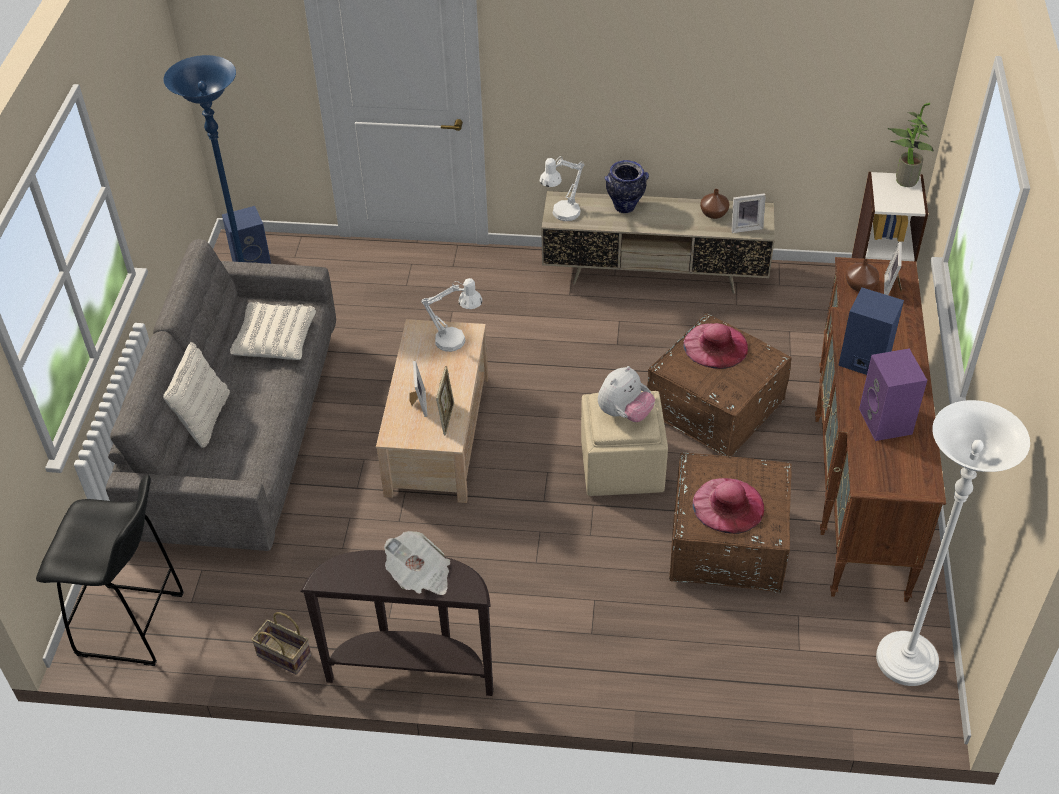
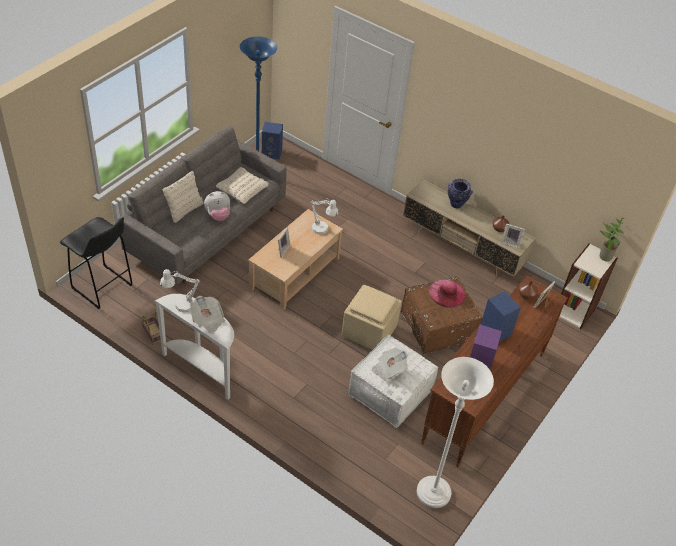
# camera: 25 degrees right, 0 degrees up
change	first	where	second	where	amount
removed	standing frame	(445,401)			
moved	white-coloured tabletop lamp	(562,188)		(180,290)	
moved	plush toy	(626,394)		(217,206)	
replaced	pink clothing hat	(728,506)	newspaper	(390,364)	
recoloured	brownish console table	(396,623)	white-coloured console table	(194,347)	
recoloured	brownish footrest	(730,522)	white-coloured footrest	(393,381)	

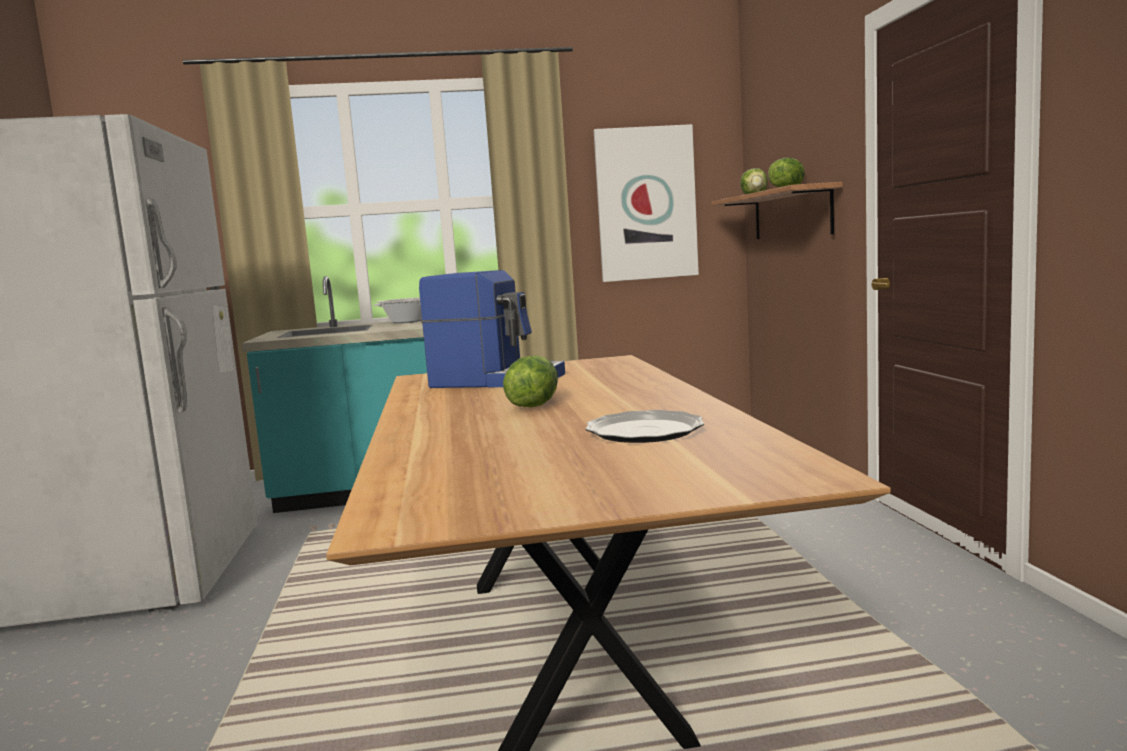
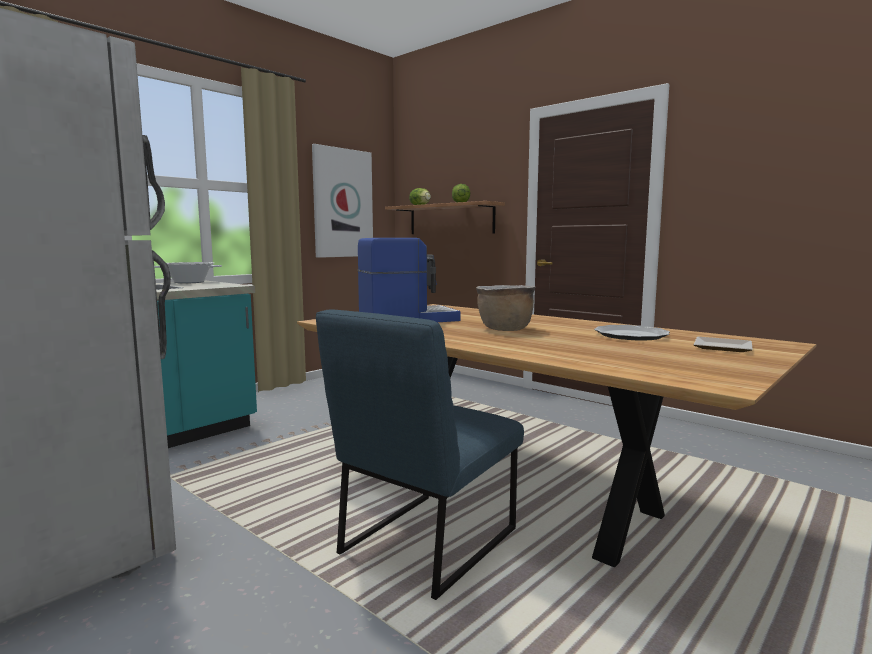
# camera: 40 degrees left, 0 degrees up
change	first	where	second	where	amount
added			blue-coloured plain chair	(420,455)	
added			flat dish	(723,344)	
replaced	head of lettuce	(530,381)	brownish saucepot	(505,308)	

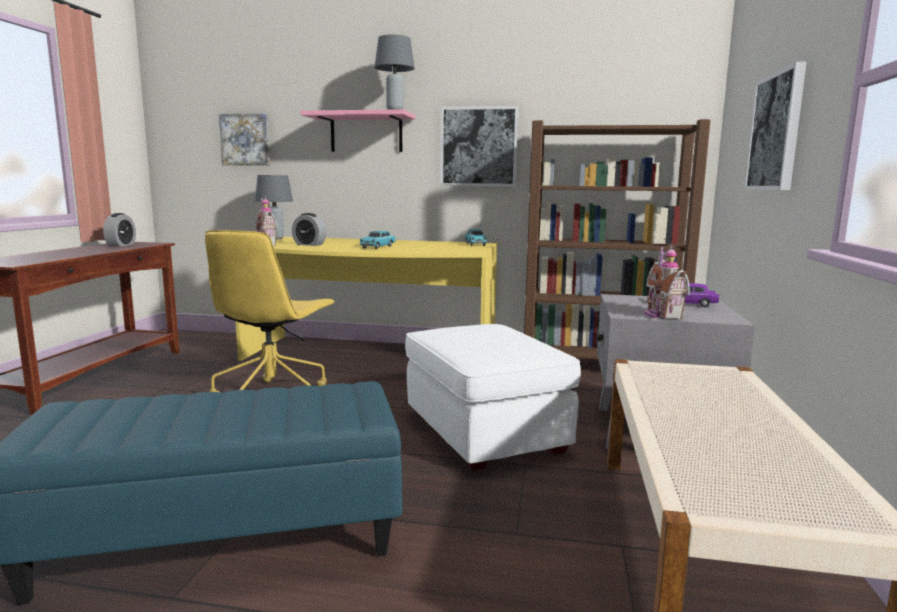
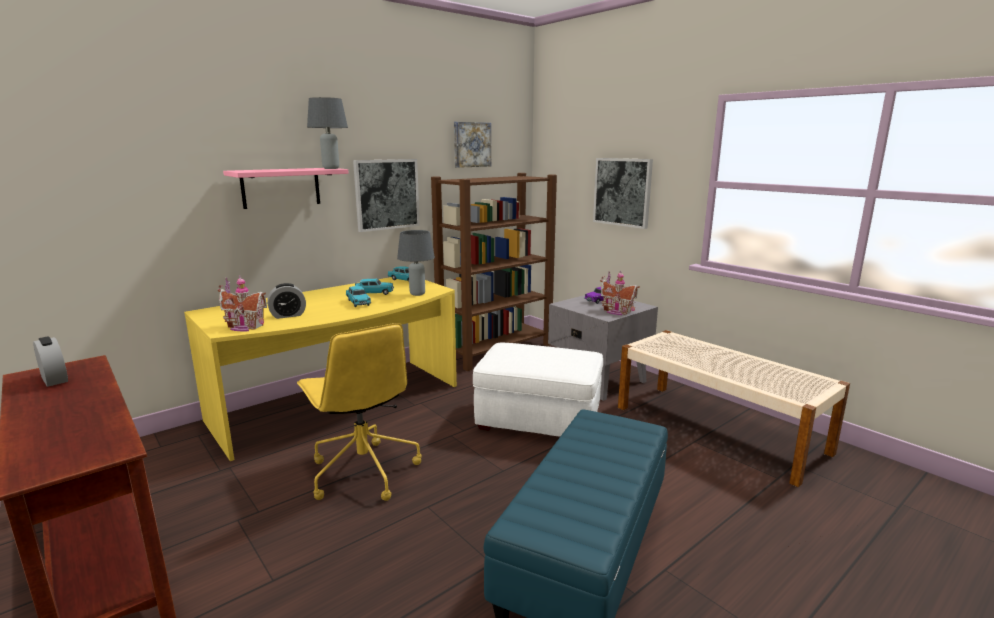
# camera: 50 degrees left, 5 degrees up
change	first	where	second	where	amount
added			blue-green toy car	(374,287)	
moved	wall picture	(244,140)		(472,145)	
moved	greyish tabletop lamp	(274,207)		(416,263)	

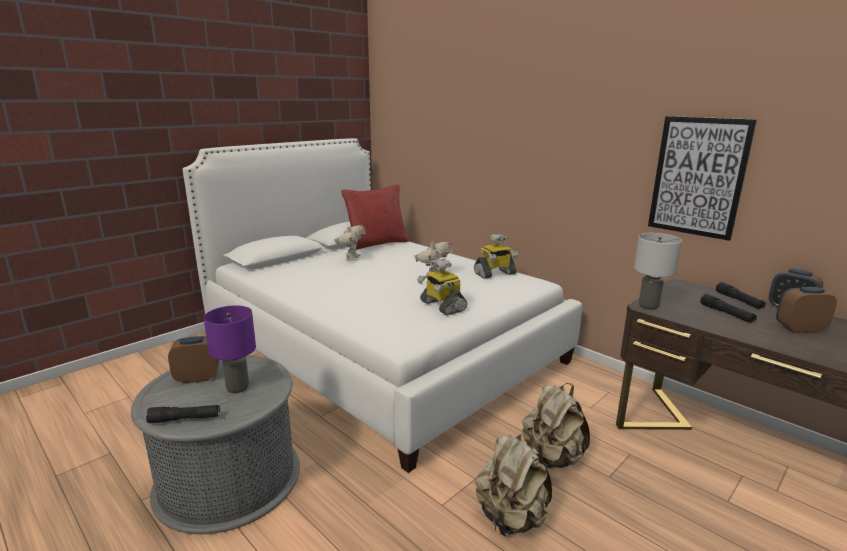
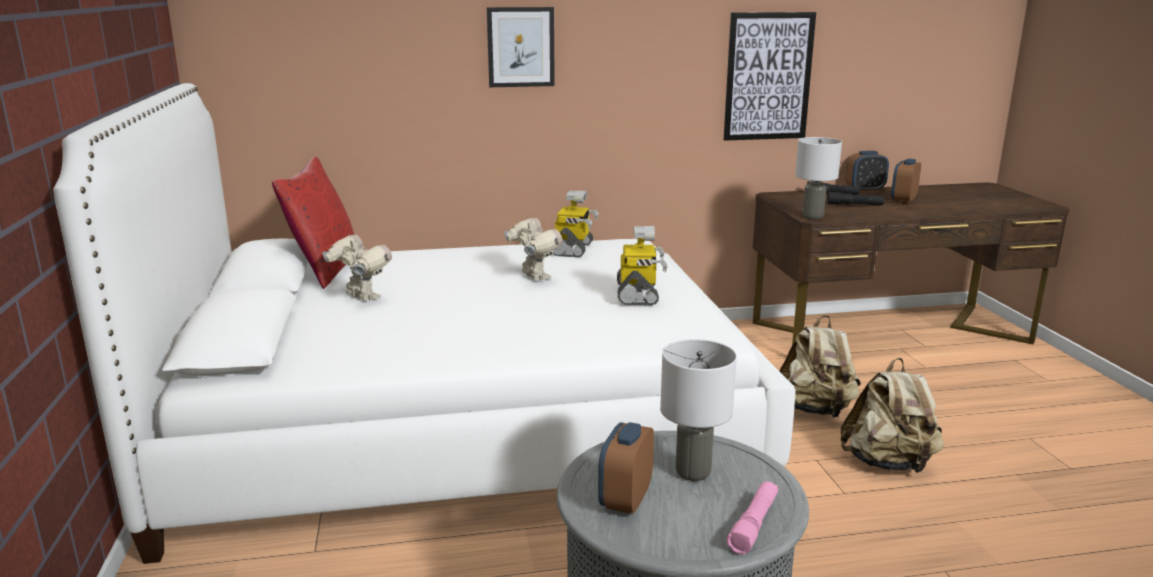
# camera: 55 degrees left, 0 degrees up
change	first	where	second	where	amount
added			wall picture	(521,47)	
recoloured	blackish hand torch	(183,414)	pink hand torch	(752,518)	
recoloured	purplish tabletop lamp	(230,349)	white-coloured tabletop lamp	(698,410)	
turned	model robot	(442,287)		(642,265)	90 degrees counterclockwise

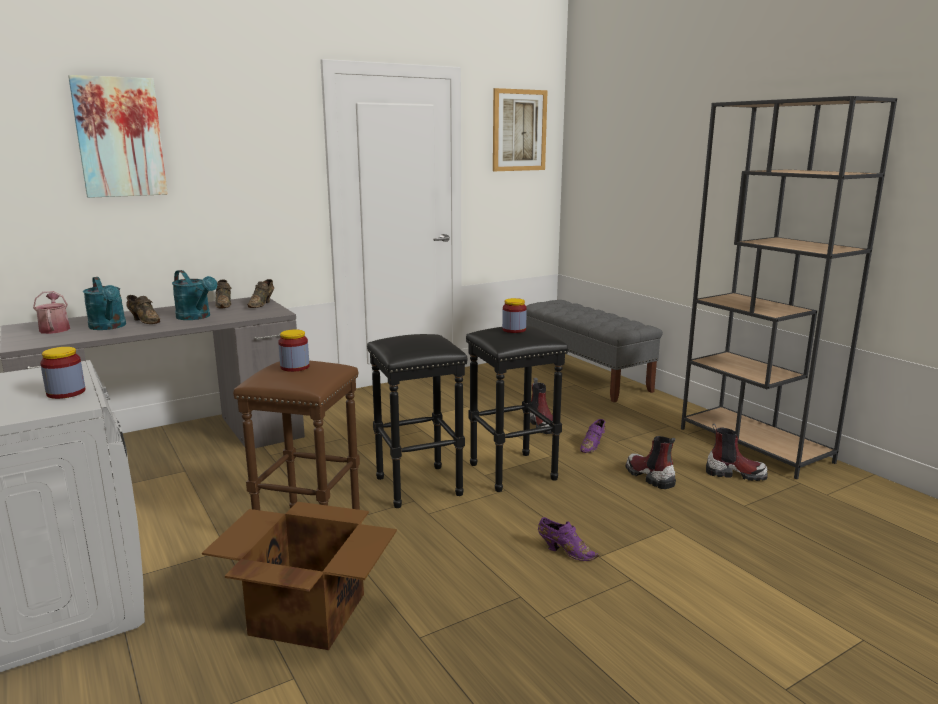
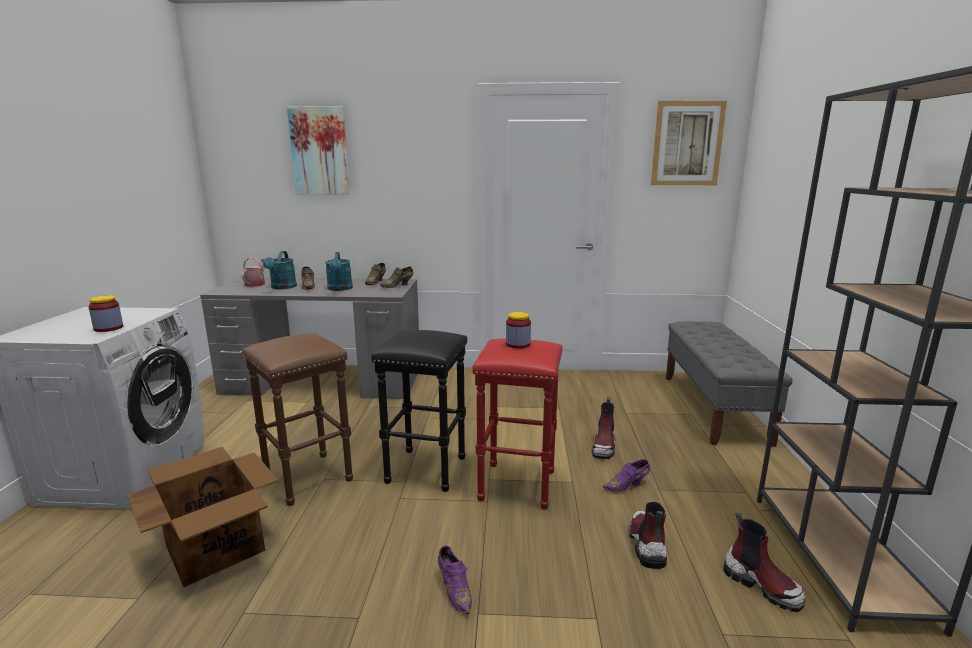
# camera: 35 degrees right, 0 degrees up
change	first	where	second	where	amount
removed	preserve jar	(293,350)			
recoloured	blackish stool	(517,409)	red stool	(517,424)	

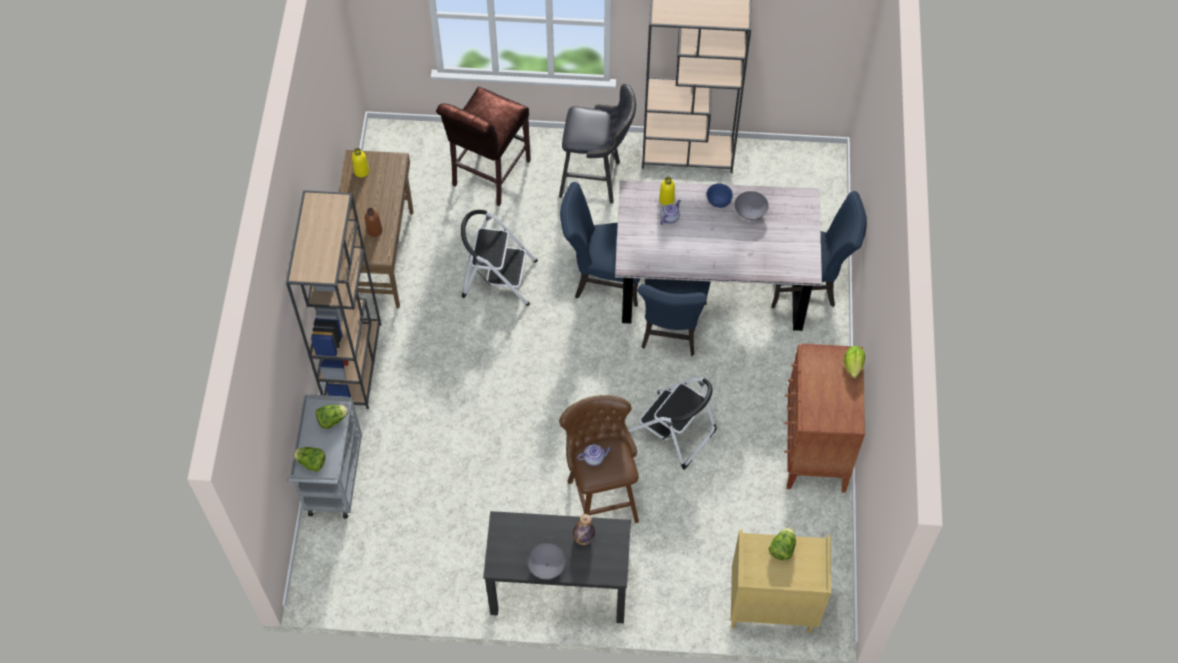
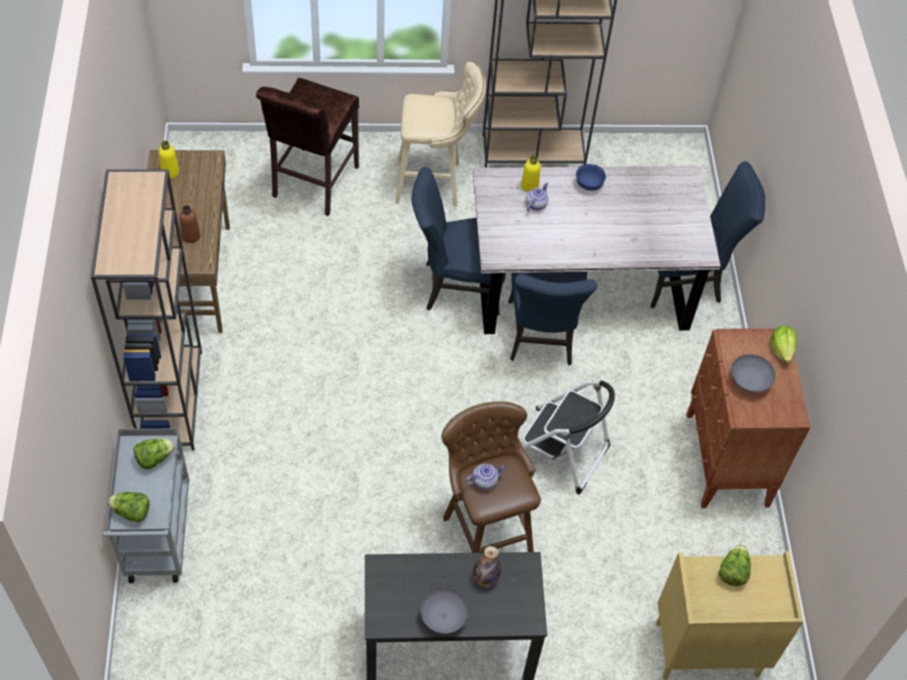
# camera: 10 degrees left, 5 degrees down
change	first	where	second	where	amount
removed	step stool	(499,258)			
moved	greyish serving bowl	(751,205)		(753,373)	
recoloured	blackish stool	(597,144)	beige-coloured stool	(440,134)	

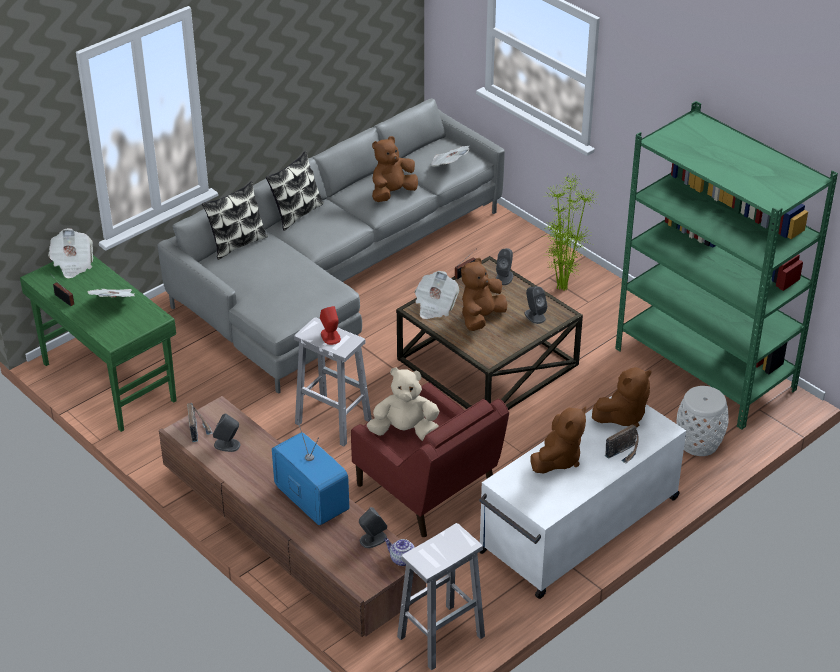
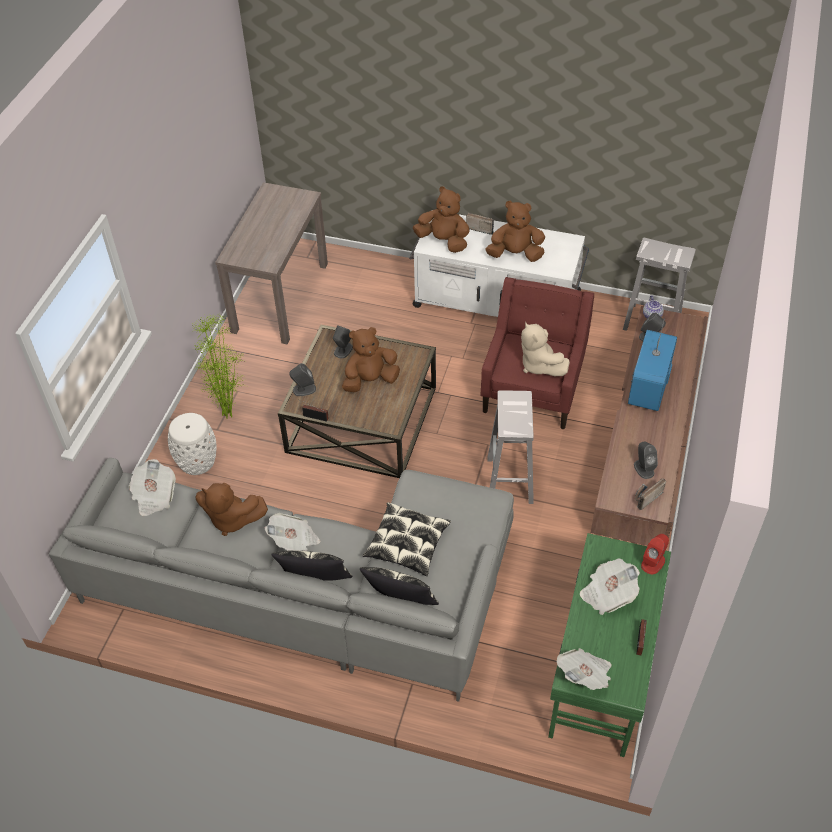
# camera: 120 degrees left, 10 degrees up
change	first	where	second	where	amount
added			cushion	(407,539)	
moved	red loudspeaker	(330,325)		(655,554)	
moved	newspaper	(437,295)		(292,532)	
moved	white-coloured stool	(702,421)		(192,444)	
replaced	green bookshelf	(726,265)	brownish console table	(271,263)	
turned	brownish plush toy	(484,294)		(371,359)	150 degrees clockwise

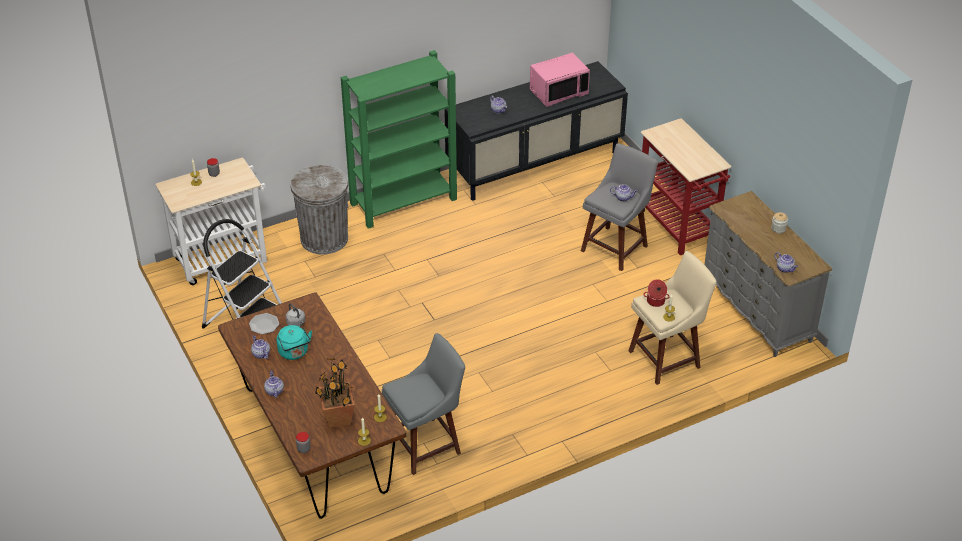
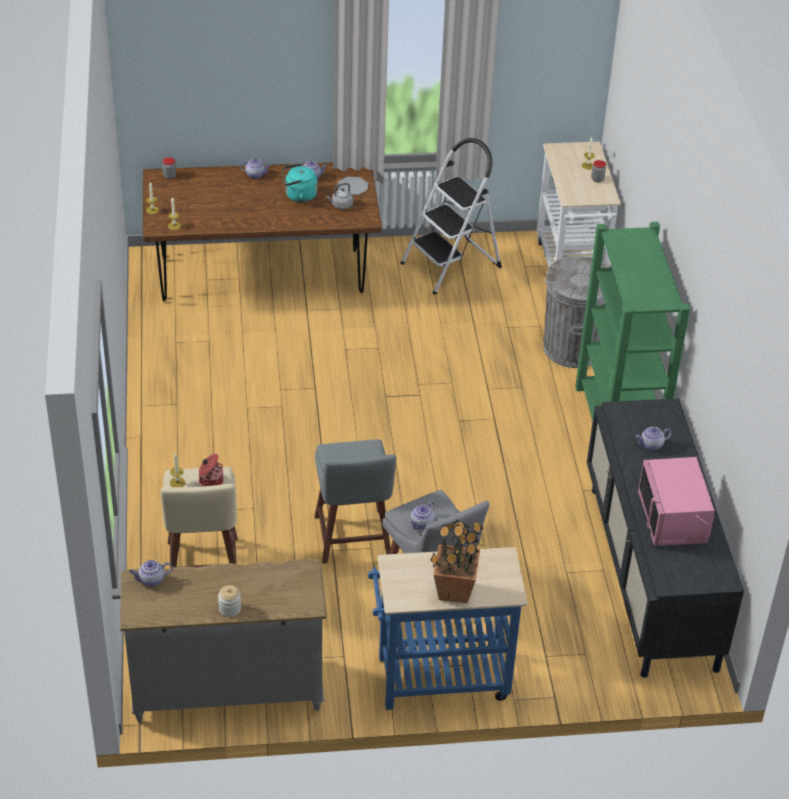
# camera: 110 degrees right, 0 degrees up
change	first	where	second	where	amount
moved	potted plant	(335,393)		(456,561)	
moved	greyish stool	(423,404)		(355,501)	
recoloured	red trolley	(686,186)	blue-coloured trolley	(448,628)	

